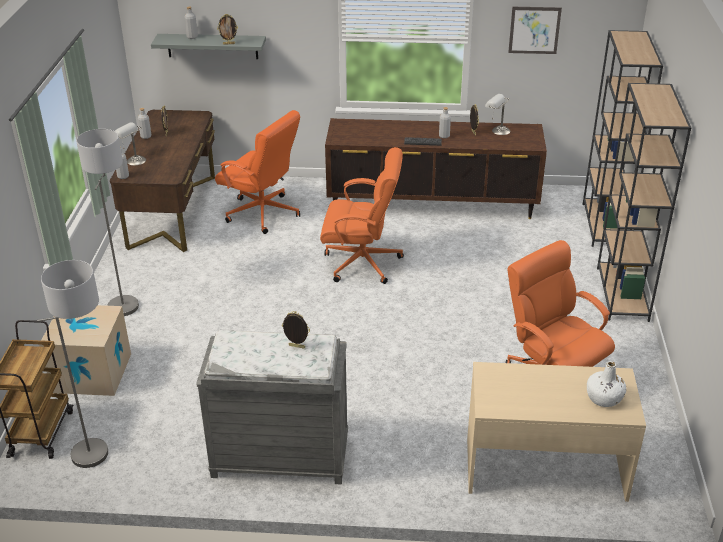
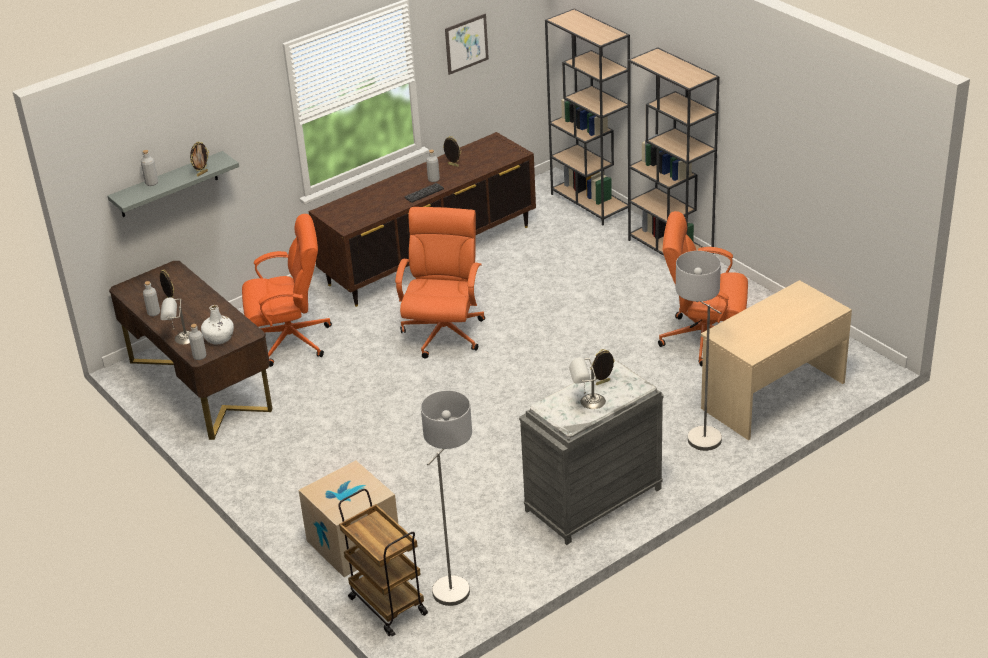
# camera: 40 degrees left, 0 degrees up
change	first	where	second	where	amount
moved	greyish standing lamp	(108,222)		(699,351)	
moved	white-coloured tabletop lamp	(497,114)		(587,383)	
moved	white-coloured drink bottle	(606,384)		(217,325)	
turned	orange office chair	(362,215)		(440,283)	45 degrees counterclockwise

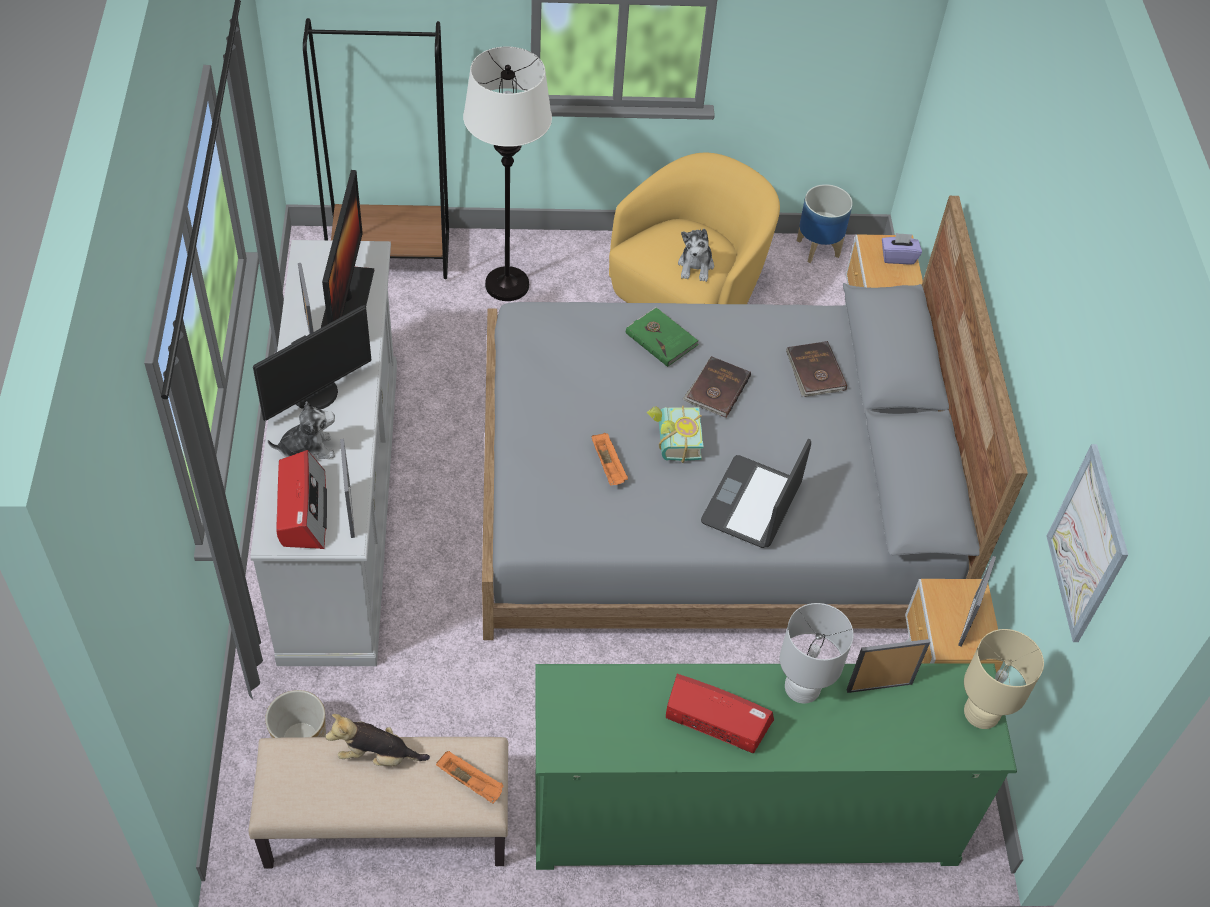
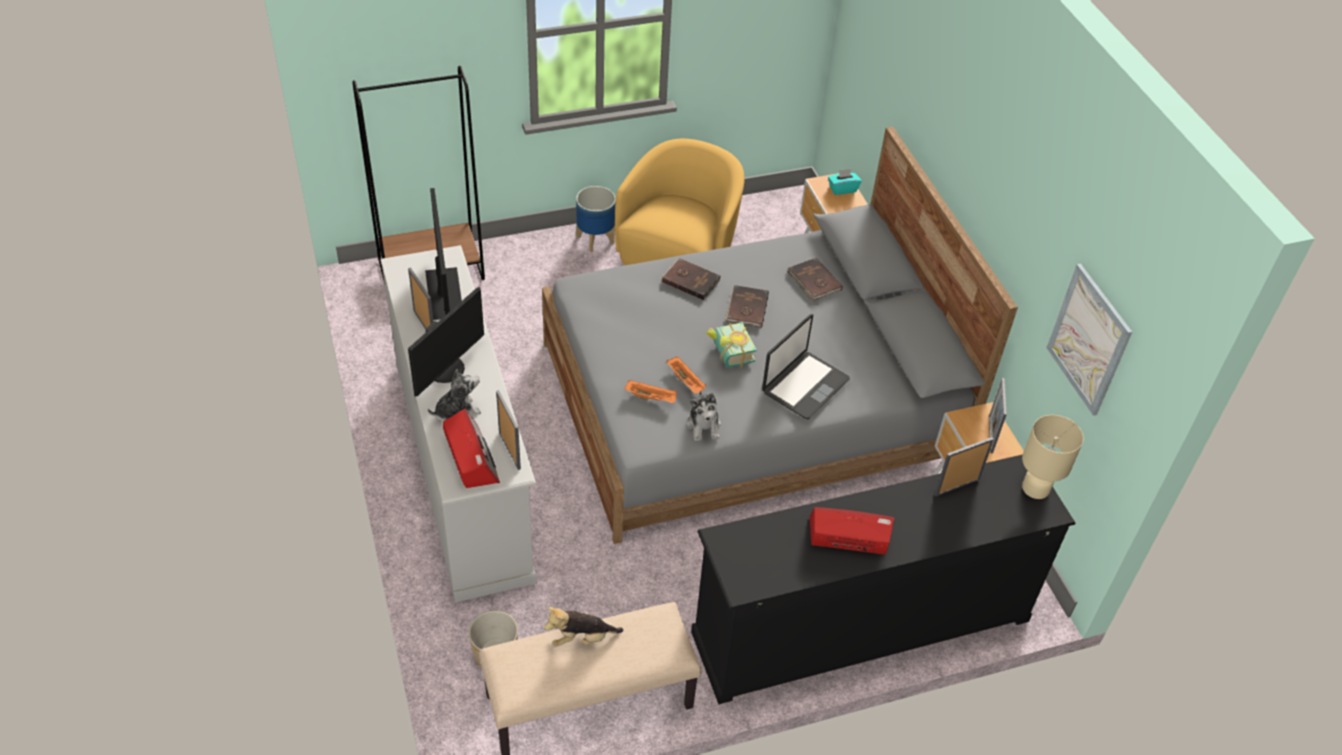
# camera: 15 degrees left, 5 degrees down
change	first	where	second	where	amount
removed	white-coloured standing lamp	(507,174)			
removed	greyish tabletop lamp	(817,653)			
moved	orange tray	(470,777)		(651,392)	
moved	plush toy	(696,255)		(704,415)	
moved	flower pot	(825,223)		(596,219)	
recoloured	green cupboard	(776,766)	blackish cupboard	(883,579)	
recoloured	green bound book	(662,337)	brownish bound book	(691,279)	
recoloured	purplish tissue holder	(902,248)	blue-green tissue holder	(845,182)	
turned	notebook computer	(756,493)		(806,367)	150 degrees counterclockwise

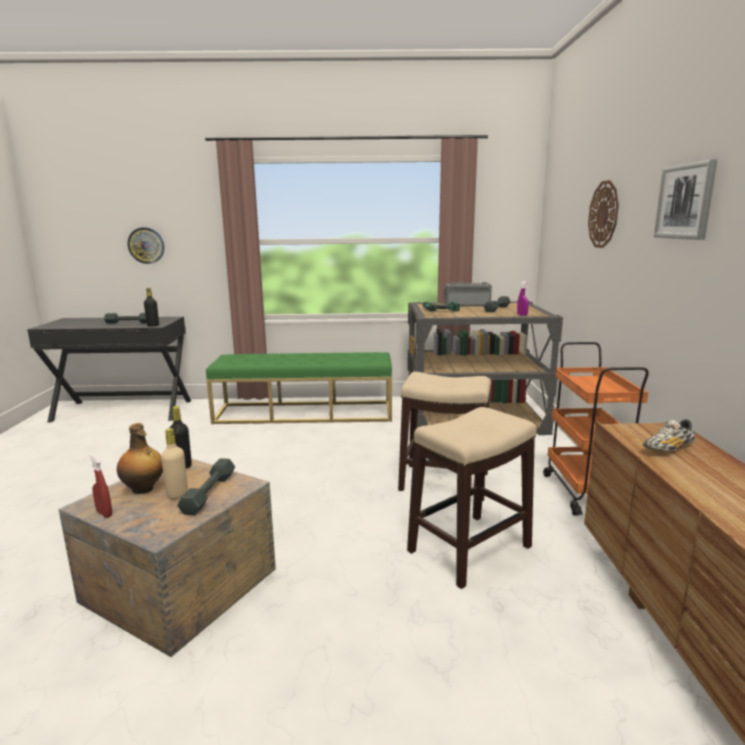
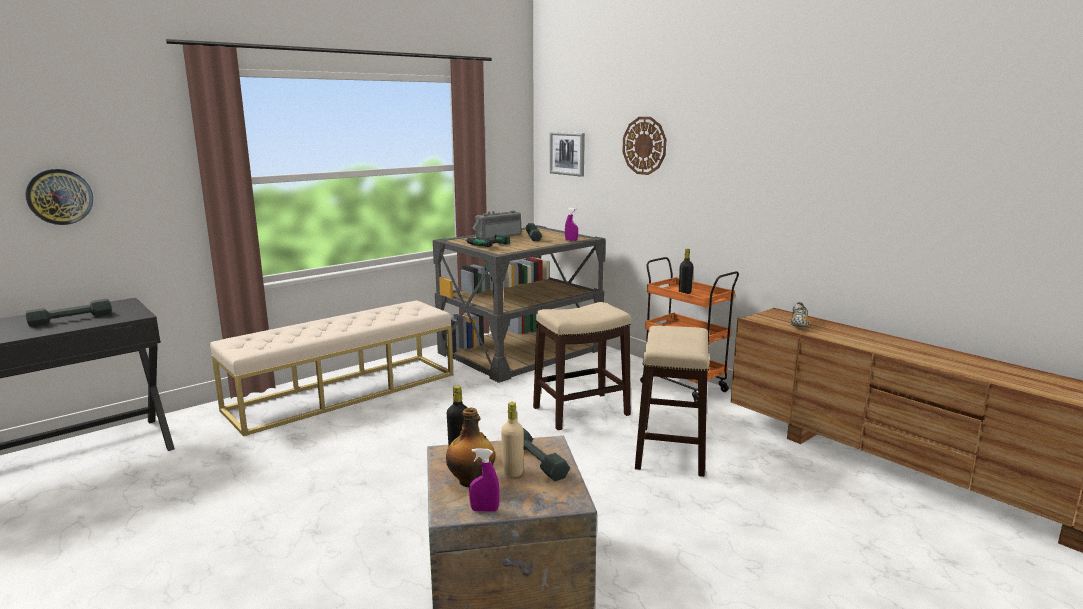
# camera: 40 degrees left, 0 degrees up
change	first	where	second	where	amount
moved	blackish drink bottle	(151,307)		(686,271)	
moved	wall picture	(686,199)		(567,154)	
recoloured	red hand sprayer	(101,486)	purplish hand sprayer	(484,480)	
recoloured	green long seat	(299,388)	beige-coloured long seat	(331,368)	

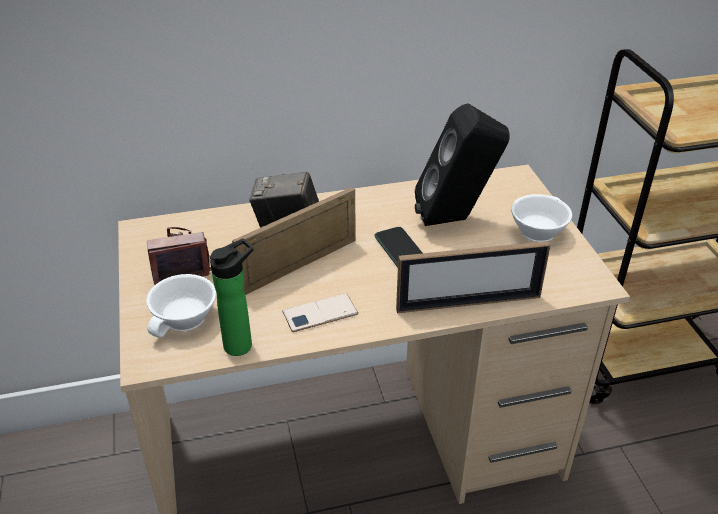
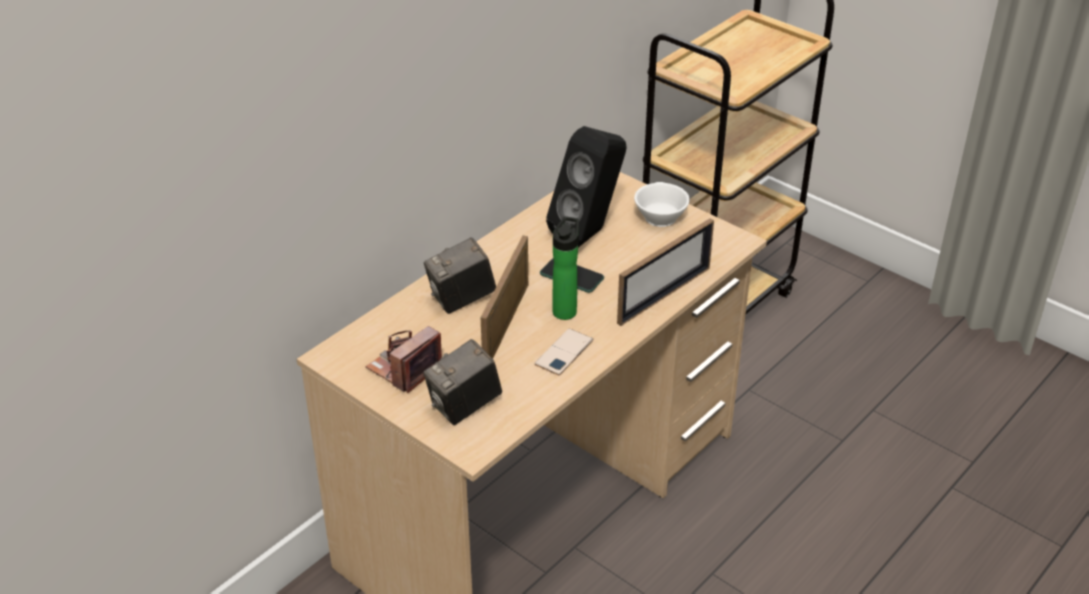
# camera: 35 degrees left, 0 degrees up
change	first	where	second	where	amount
moved	drink bottle	(231,297)		(566,268)	
replaced	white-coloured cup	(181,306)	photo camera	(462,382)	

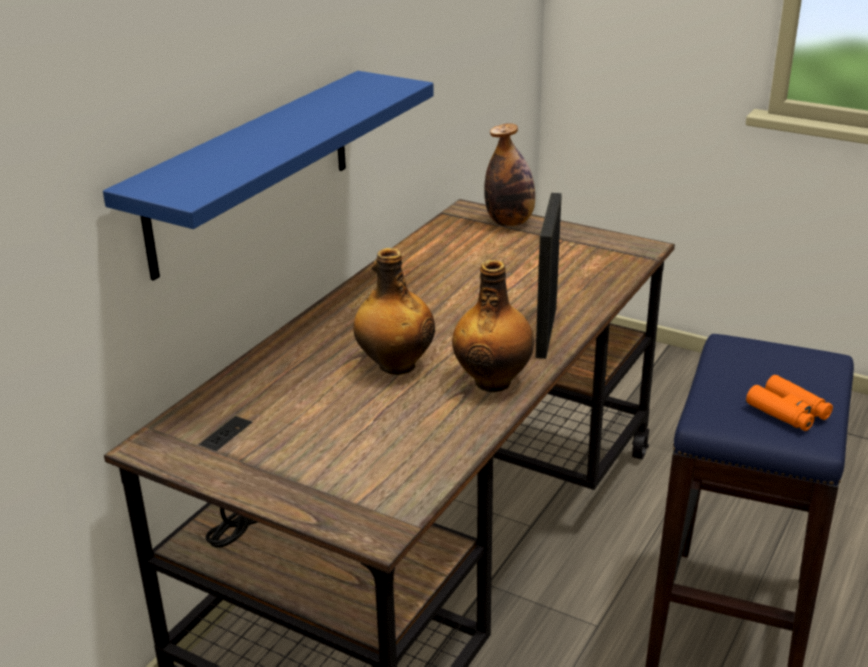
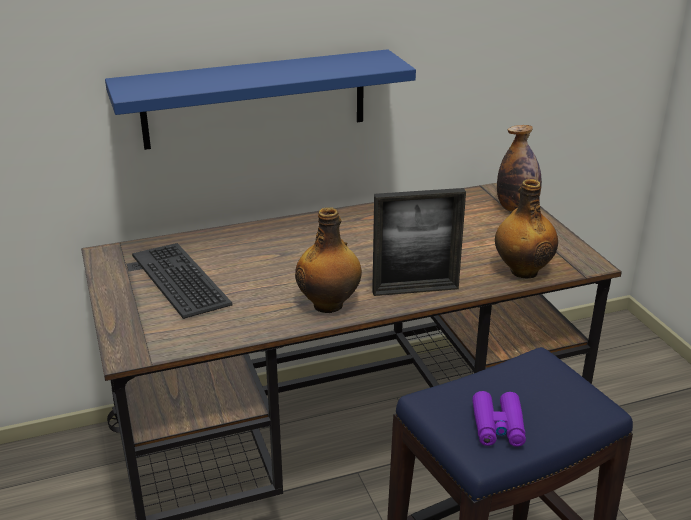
# camera: 40 degrees right, 0 degrees up
change	first	where	second	where	amount
added			computer keyboard	(182,281)	
moved	drink bottle	(394,311)		(526,229)	
recoloured	orange field glasses	(789,403)	purplish field glasses	(499,419)	
turned	standing frame	(548,276)		(419,242)	150 degrees counterclockwise

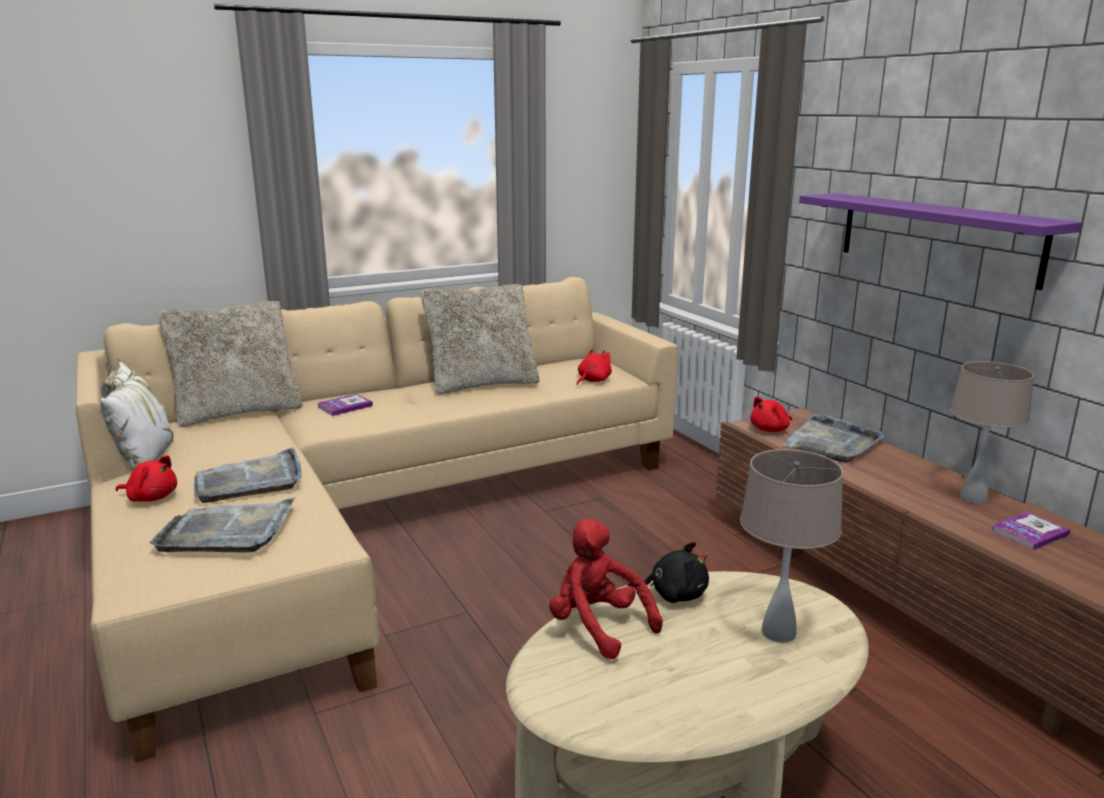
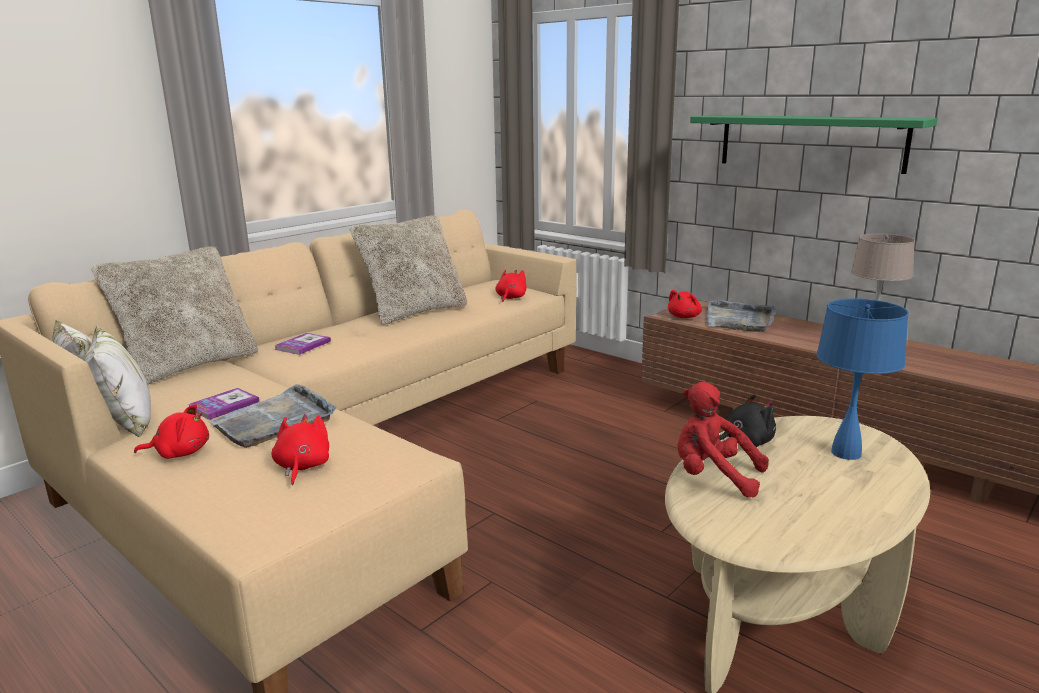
# camera: 20 degrees left, 0 degrees up
change	first	where	second	where	amount
moved	bound book	(1031,531)		(223,404)	
replaced	greyish tray	(223,524)	red plush toy	(300,449)	
recoloured	beige-coloured tabletop lamp	(791,546)	blue-coloured tabletop lamp	(863,379)	
recoloured	purplish bracket shelf	(941,241)	green bracket shelf	(813,144)	

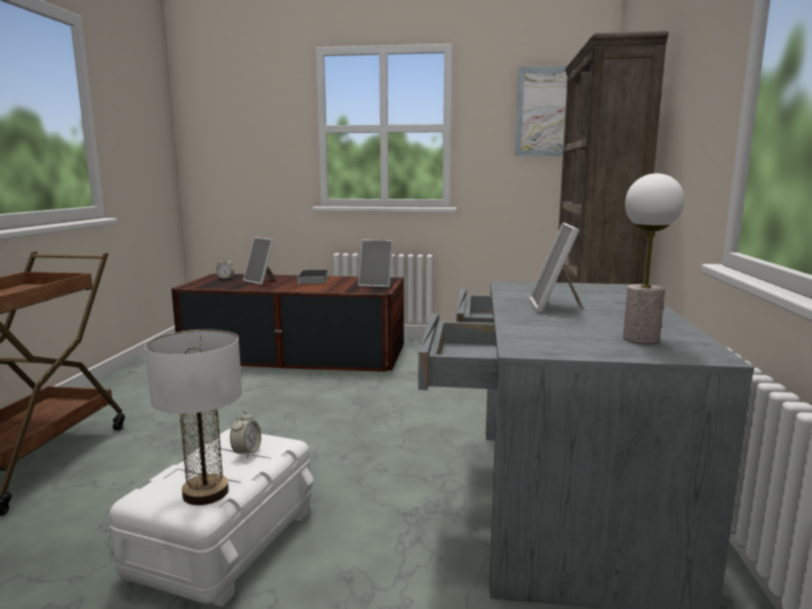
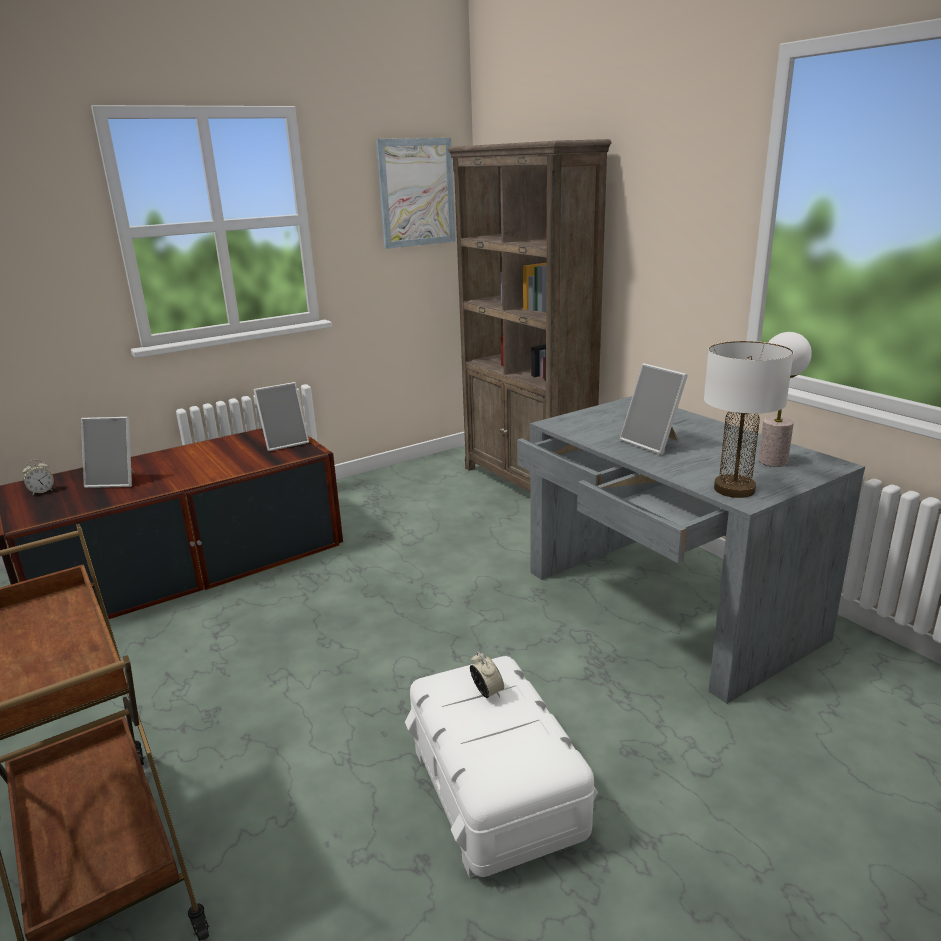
# camera: 40 degrees left, 10 degrees up
change	first	where	second	where	amount
removed	bound book	(312,277)			
moved	tabletop lamp	(193,417)		(749,419)	

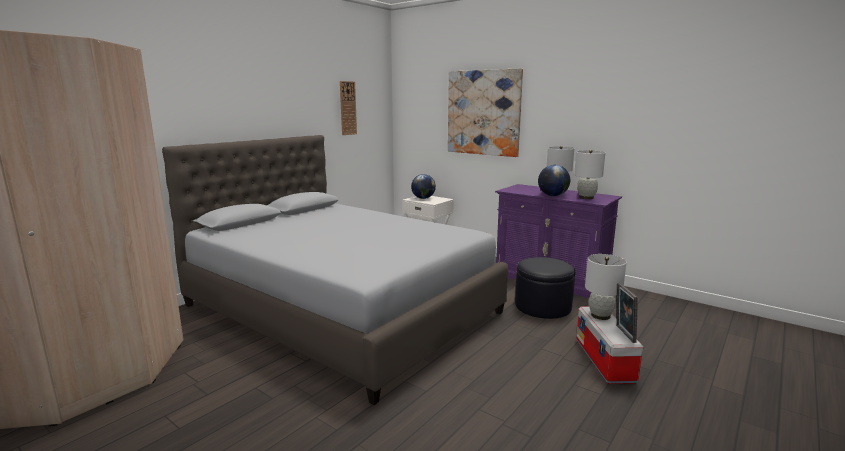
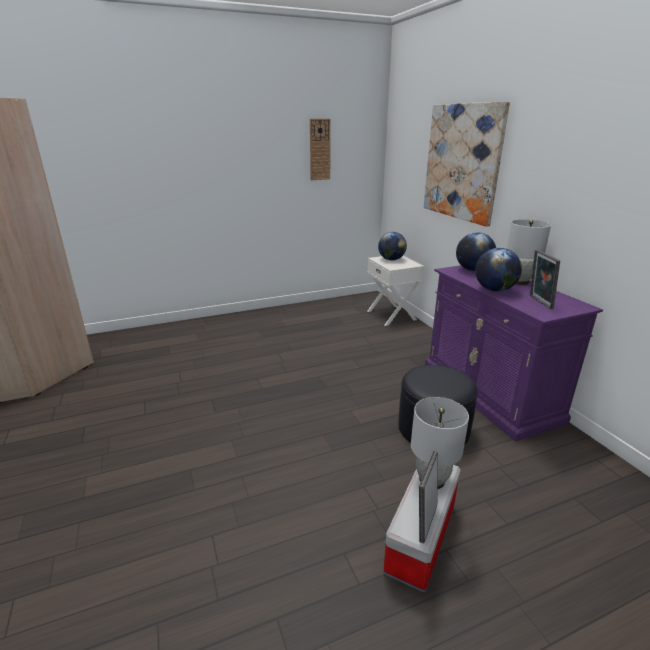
# camera: 30 degrees right, 10 degrees up
change	first	where	second	where	amount
removed	greyish sleeping bed	(335,270)			
added			desk globe	(476,251)	
replaced	white-coloured tabletop lamp	(589,174)	standing frame	(545,279)	

